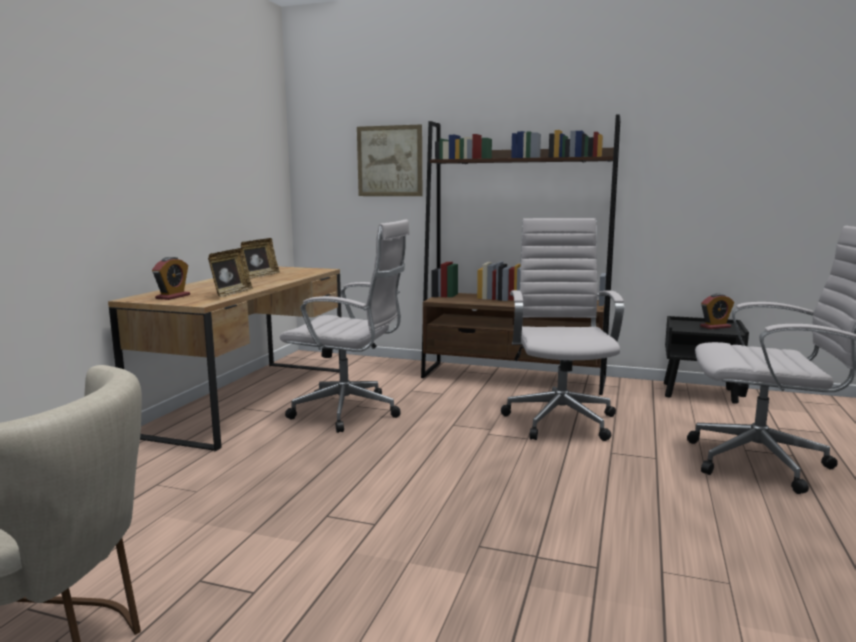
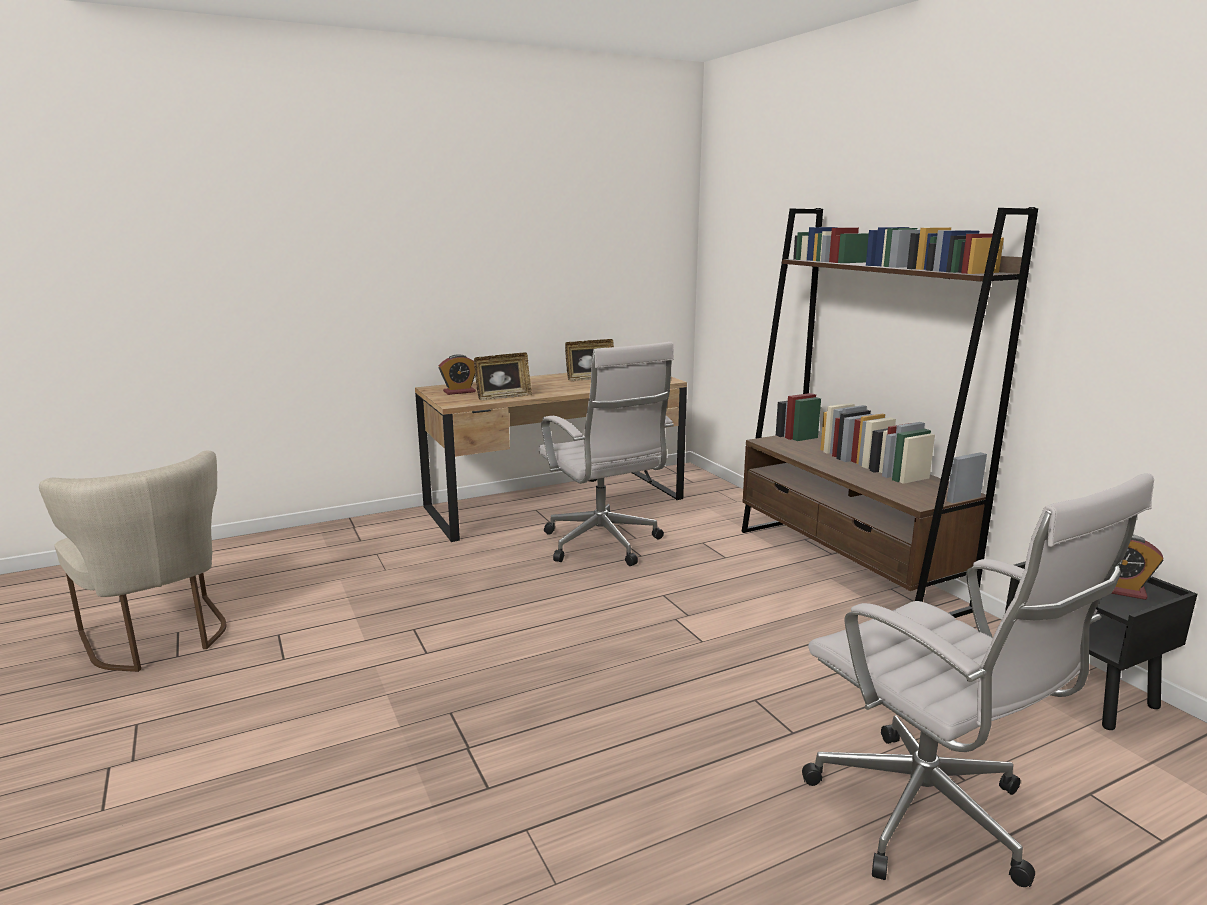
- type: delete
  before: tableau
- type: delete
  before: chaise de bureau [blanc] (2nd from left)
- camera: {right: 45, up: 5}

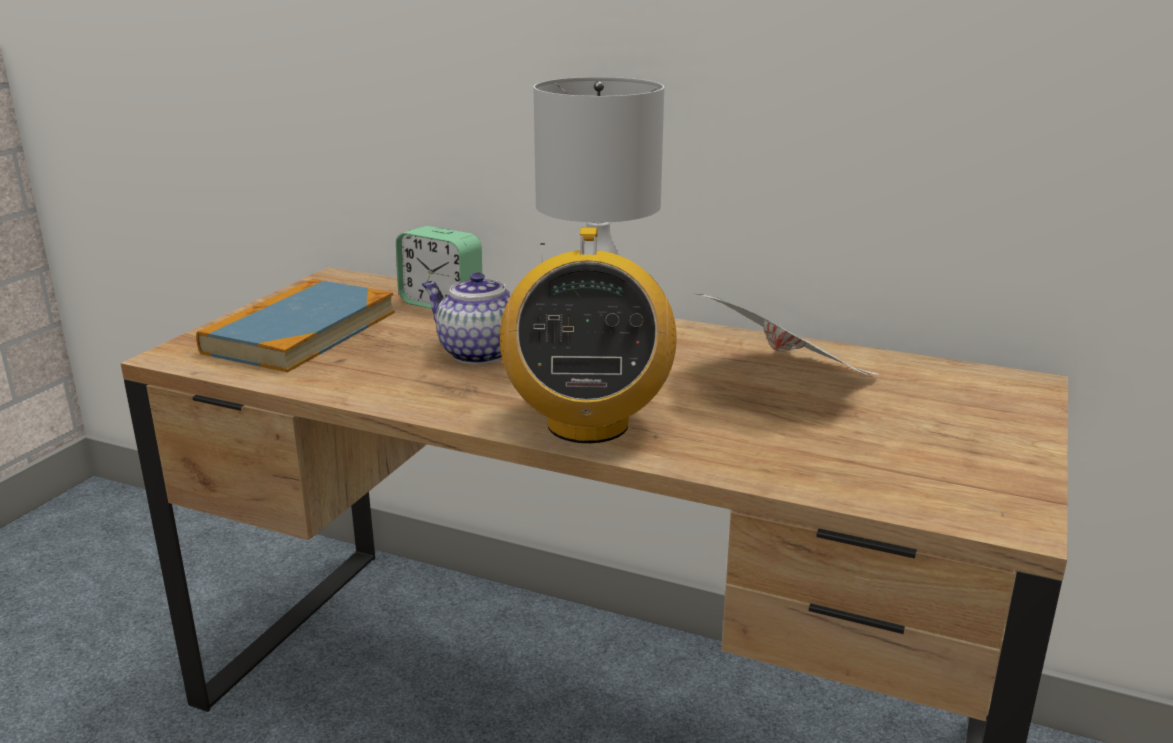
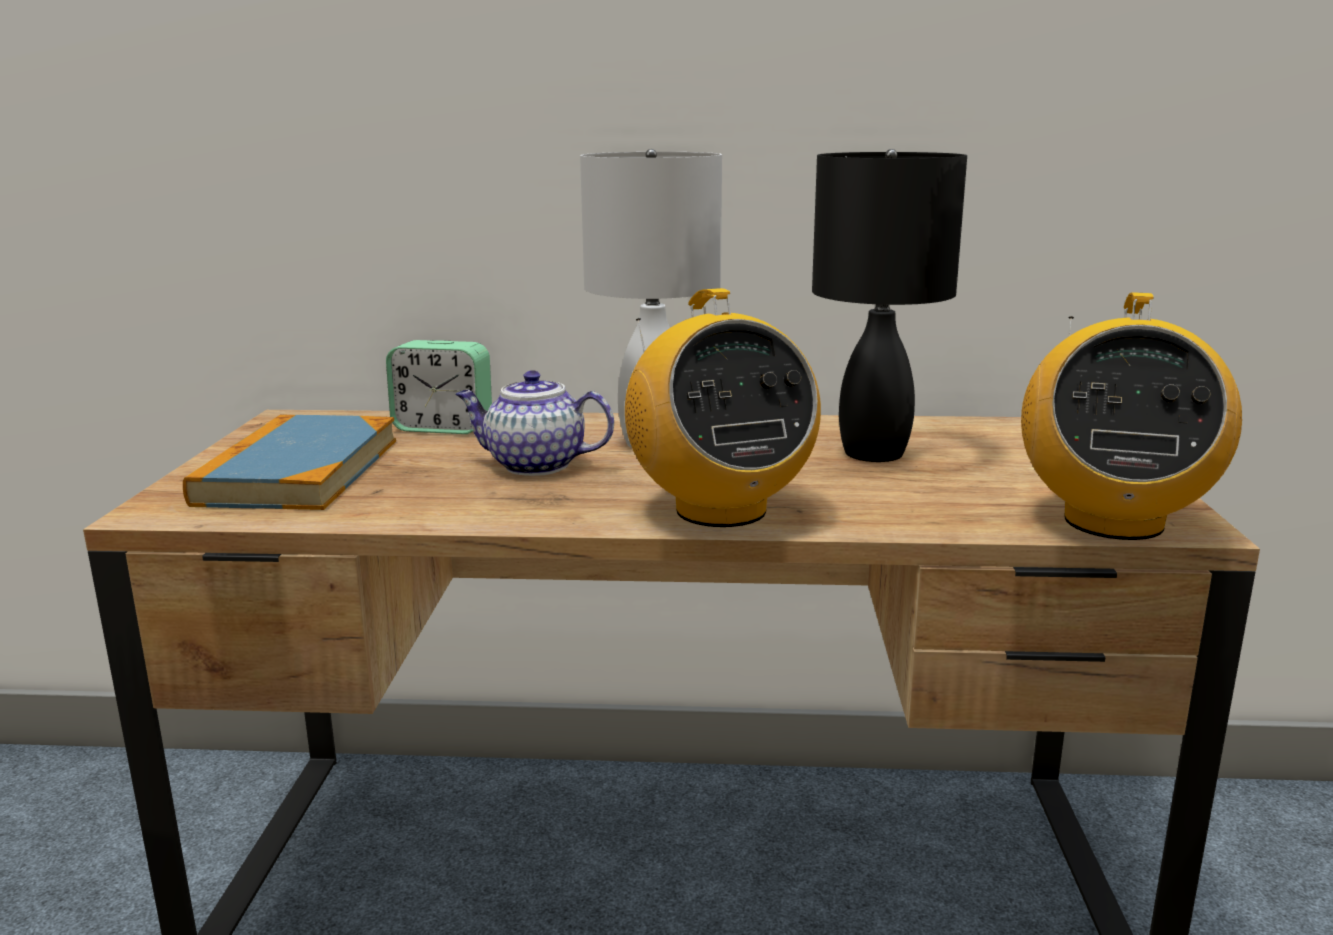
- type: replace
  before: journal
  after: lampe de table [noir]
- type: insert
  after: radio (2nd from left)
- camera: {right: -20, up: -5}

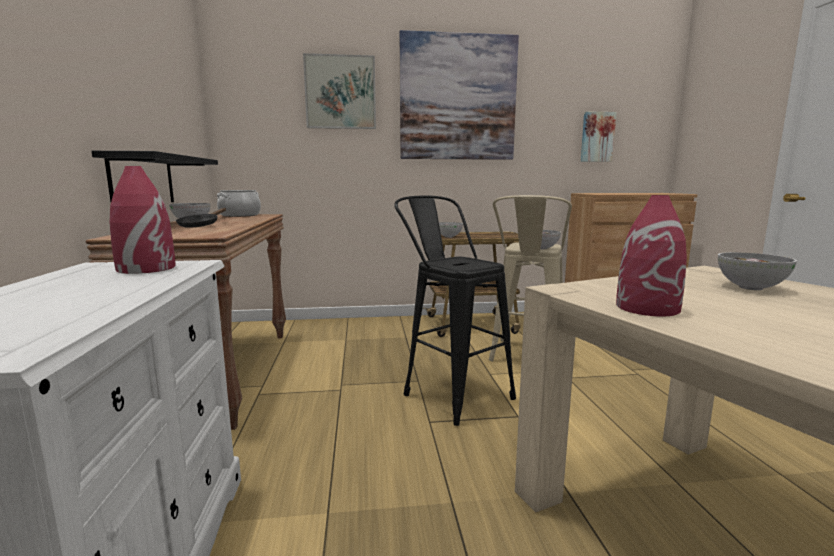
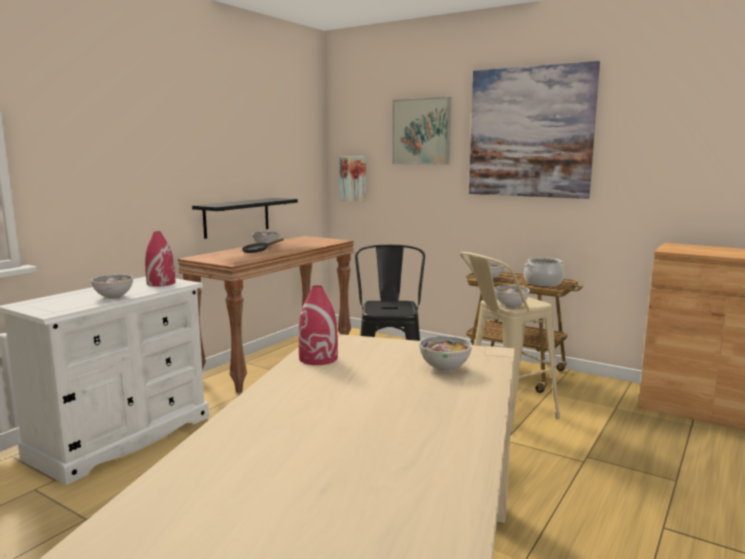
- type: move
  before: tableau (3rd from left in the first image)
  after: tableau (1st from left)
- type: move
  before: marmite
- type: insert
  after: bol (1st from left)
- camera: {right: 40, up: 0}

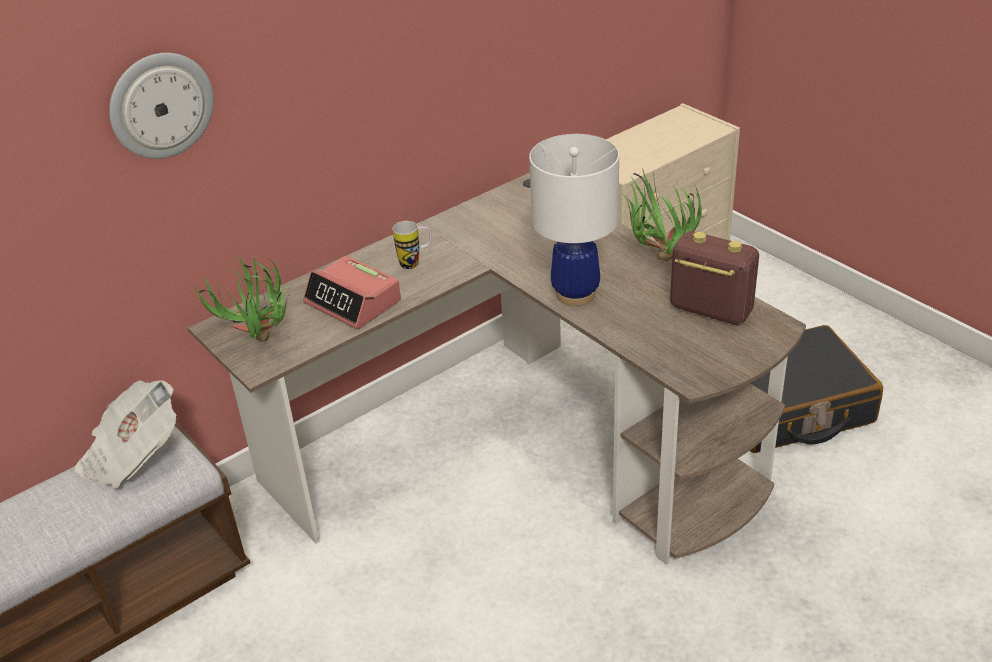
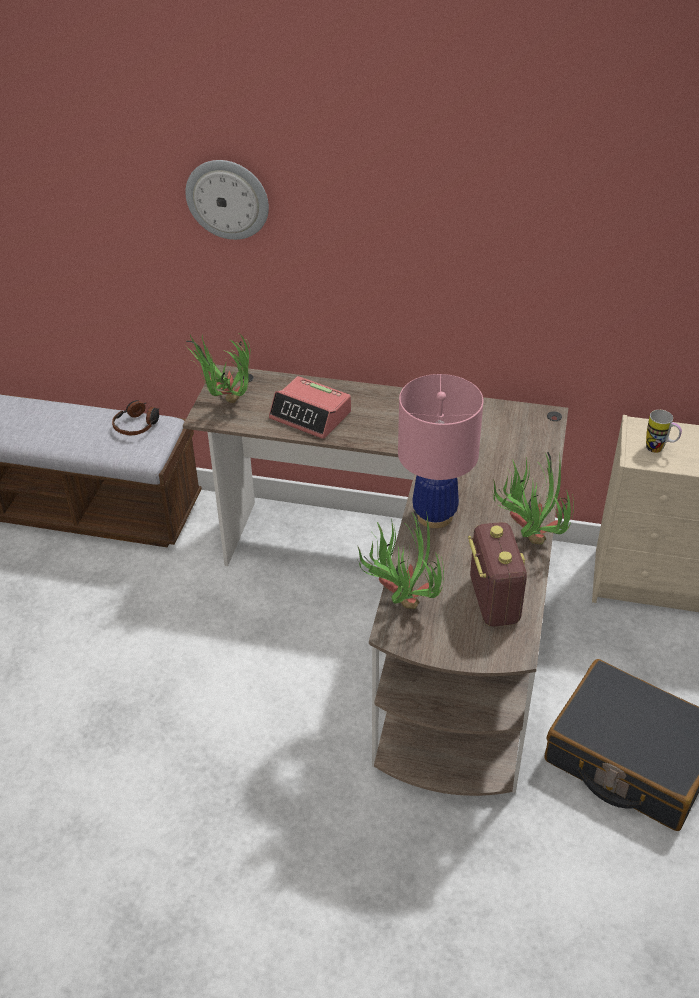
- type: recolor
  before: lampe de table [blanc]
  after: lampe de table [rose]
- type: move
  before: mug
- type: rotate
  before: réveil
  turn: -60
- type: replace
  before: journal
  after: casque audio
- type: insert
  after: plante en pot (2nd from left)
- camera: {right: 50, up: 5}

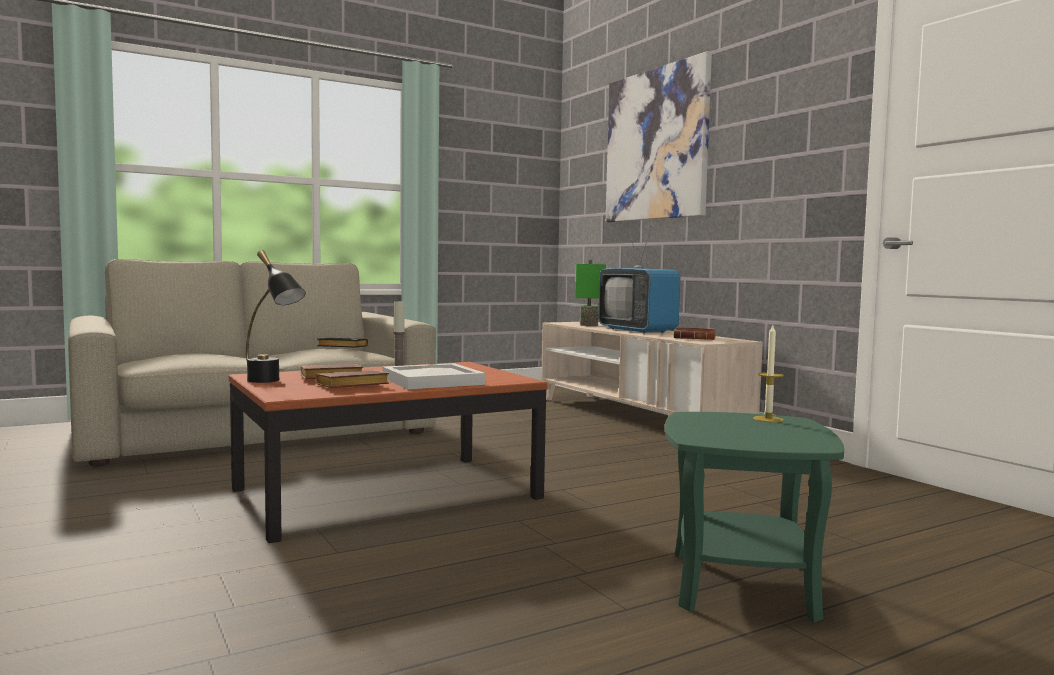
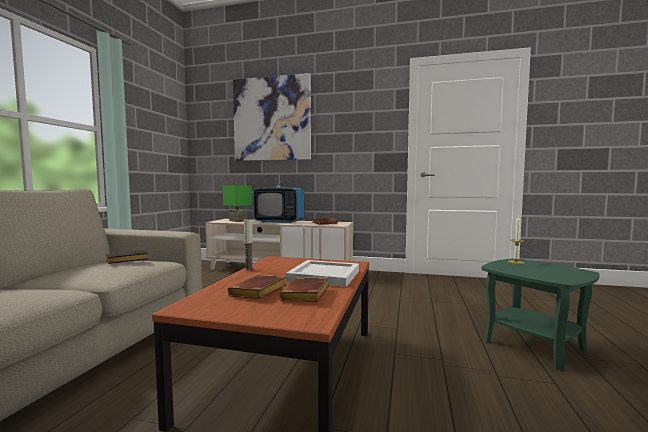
- type: delete
  before: lampe de table [noir]
- camera: {right: -45, up: 0}

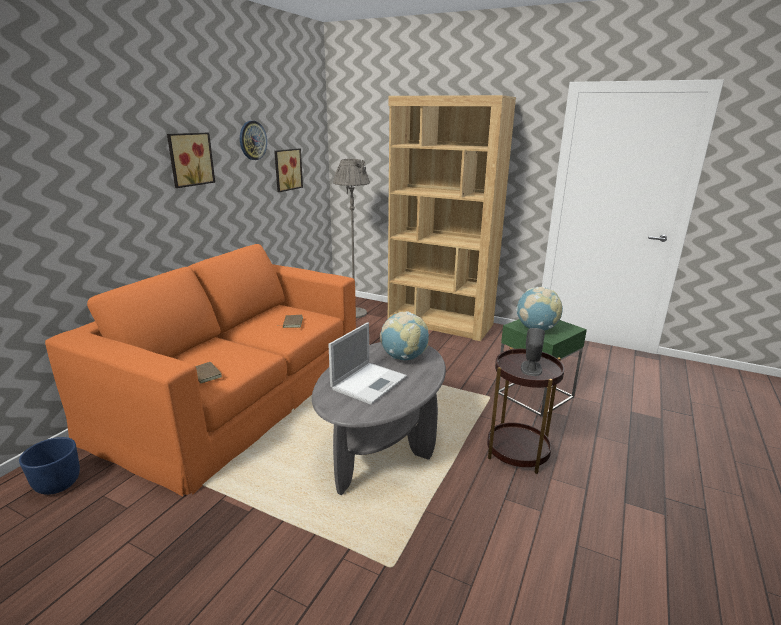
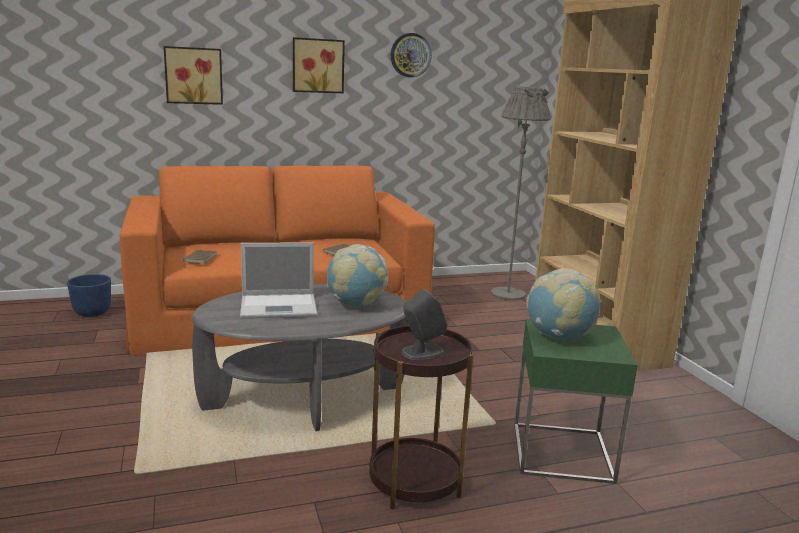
- type: move
  before: tableau (2nd from left in the first image)
  after: tableau (1st from left)
- camera: {right: 45, up: -5}

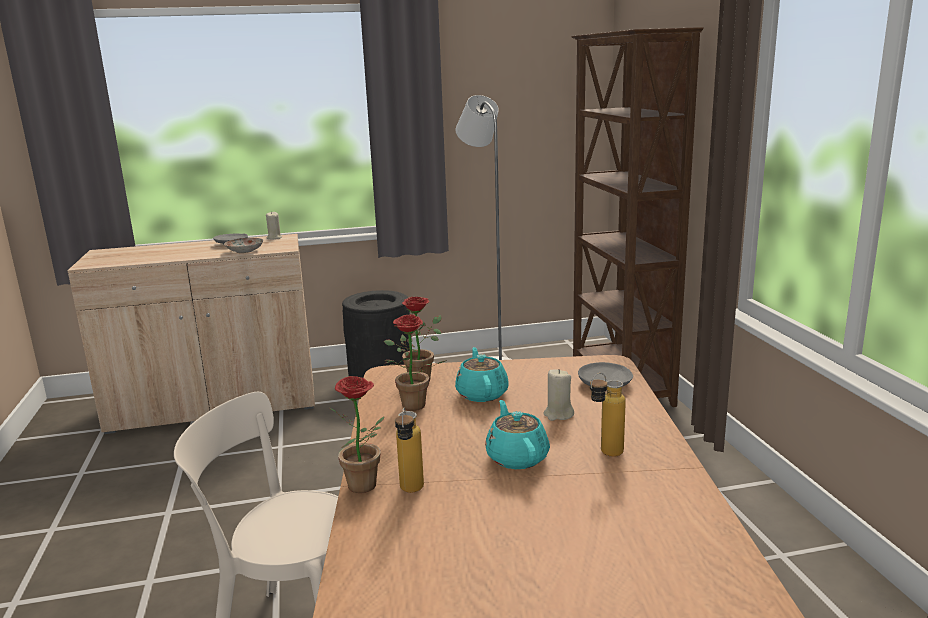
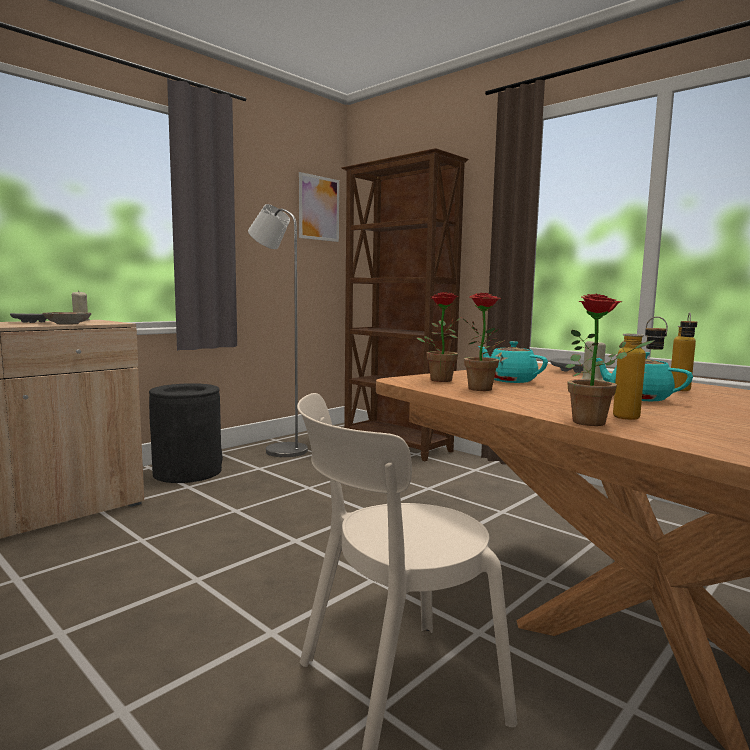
- type: insert
  after: tableau
- camera: {right: -35, up: -10}

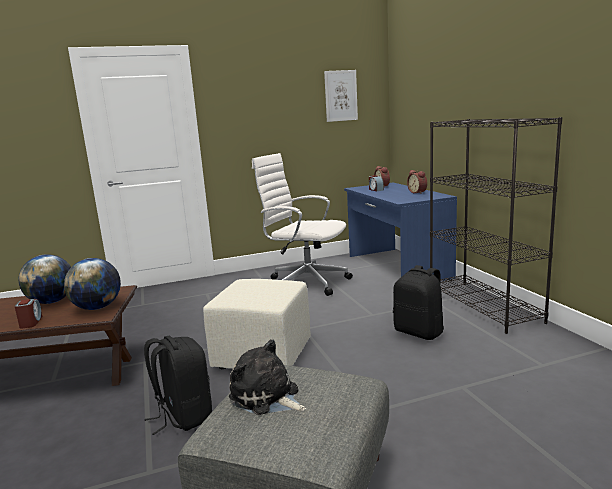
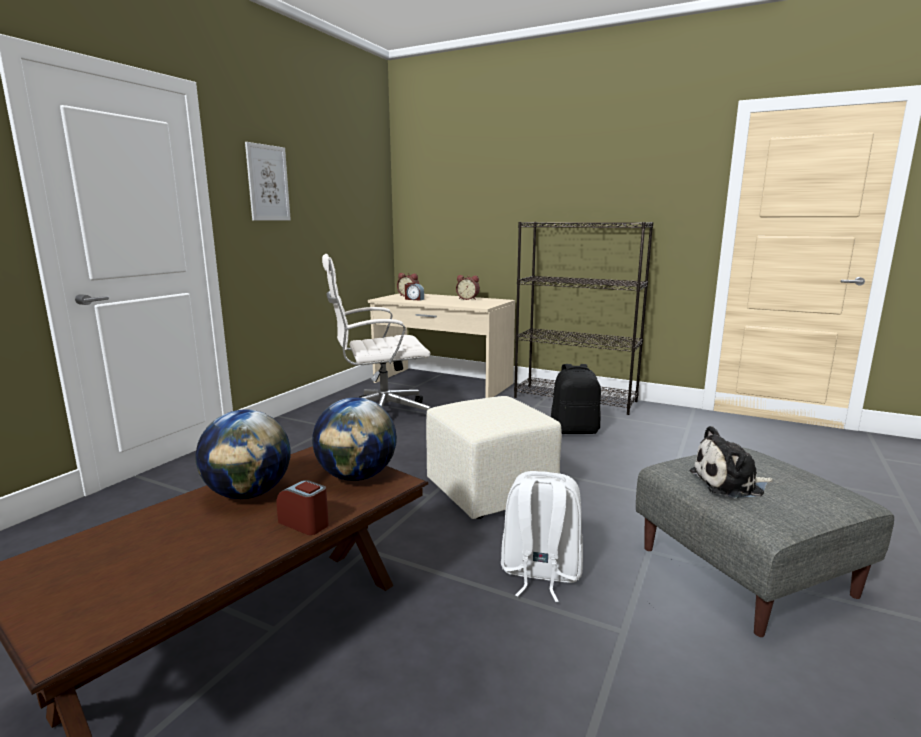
- type: move
  before: tableau
- type: recolor
  before: bureau [bleu]
  after: bureau [beige]
- type: recolor
  before: sac à dos [noir] (1st from left)
  after: sac à dos [blanc]
- camera: {right: -45, up: 0}

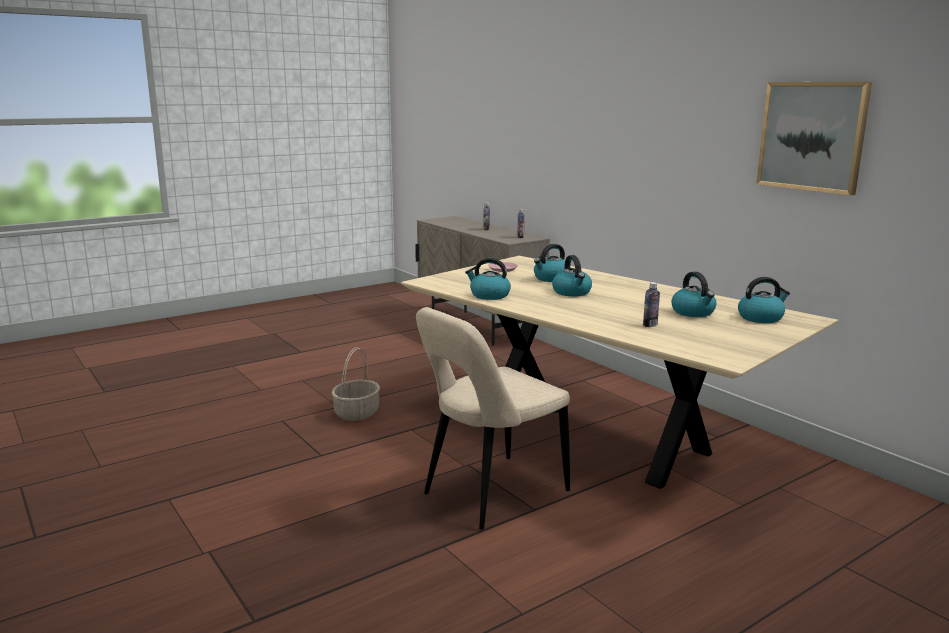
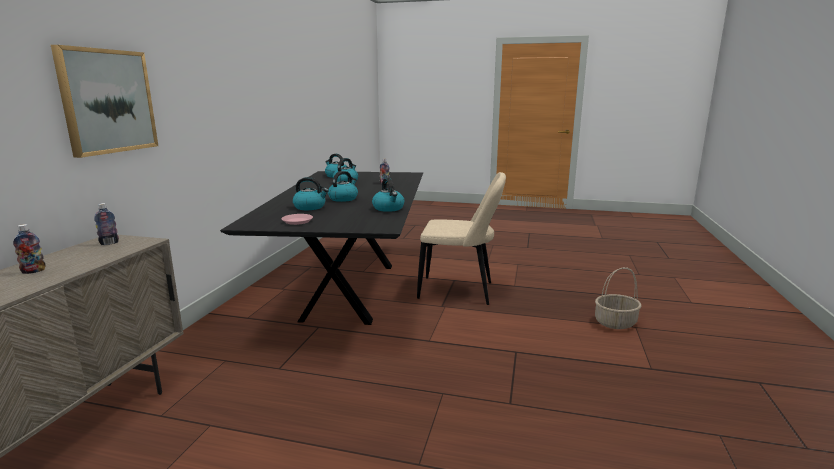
- type: move
  before: tableau
- type: recolor
  before: table à manger [beige]
  after: table à manger [noir]
- type: move
  before: panier
- camera: {right: -130, up: 0}

